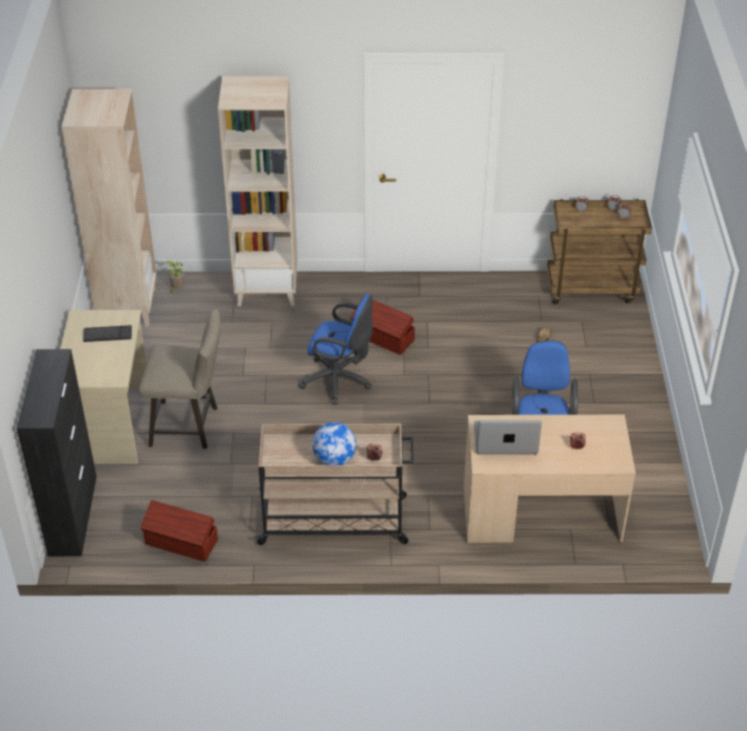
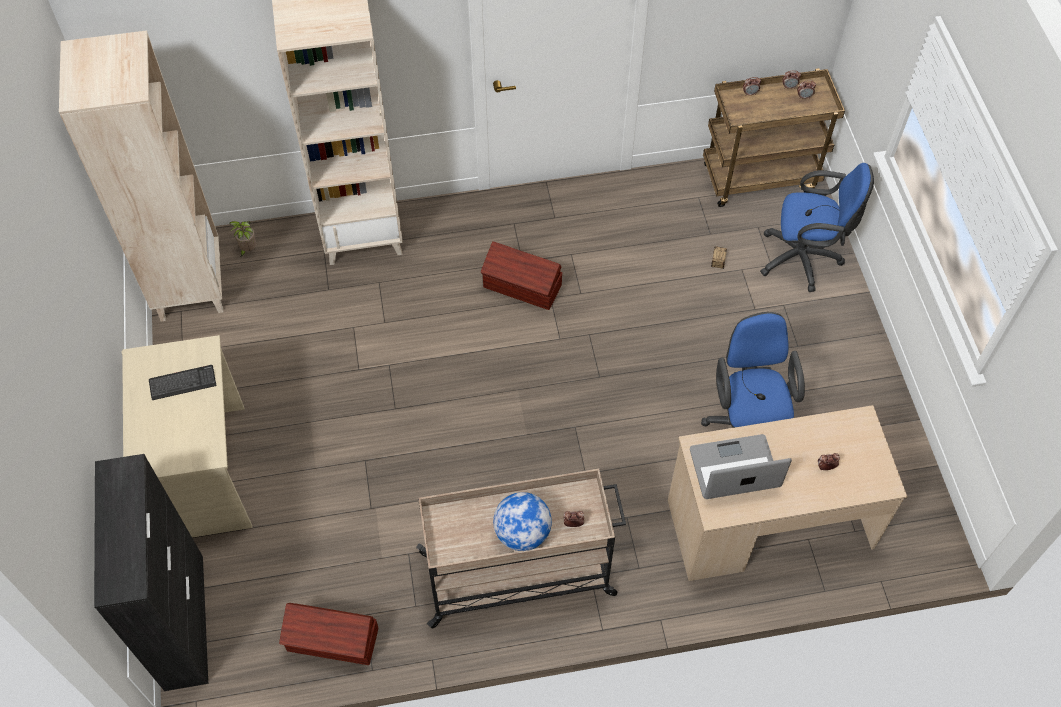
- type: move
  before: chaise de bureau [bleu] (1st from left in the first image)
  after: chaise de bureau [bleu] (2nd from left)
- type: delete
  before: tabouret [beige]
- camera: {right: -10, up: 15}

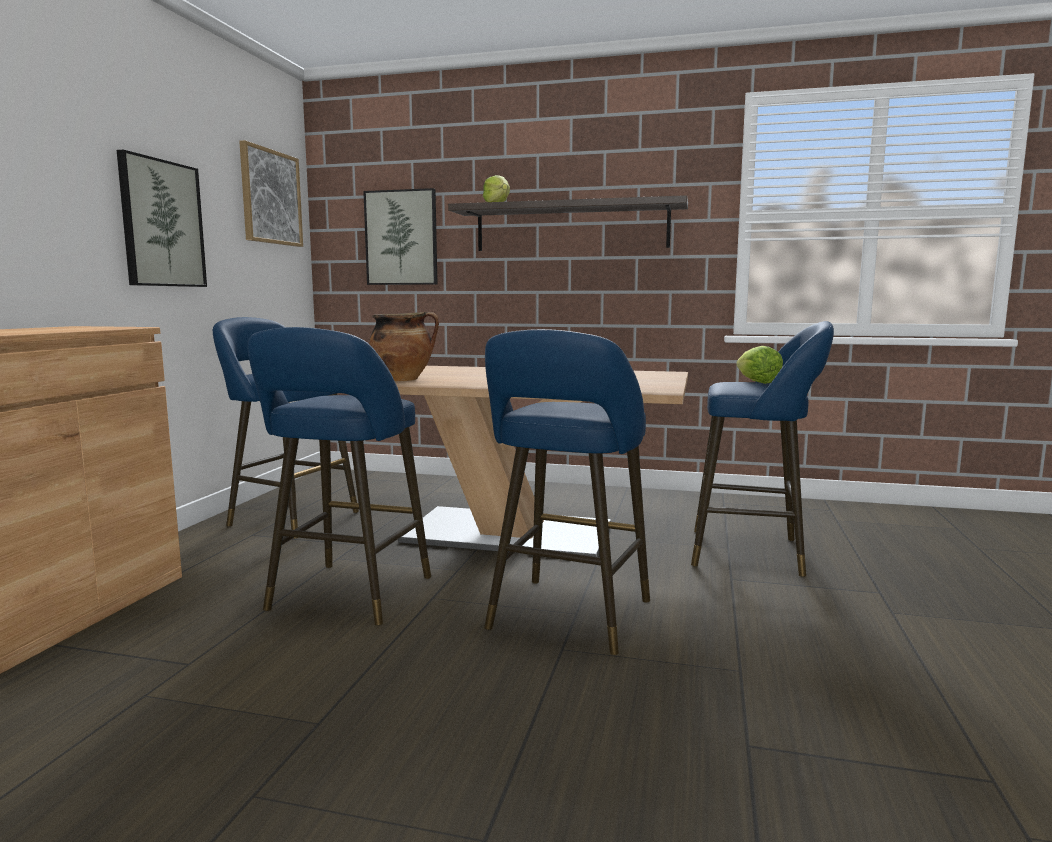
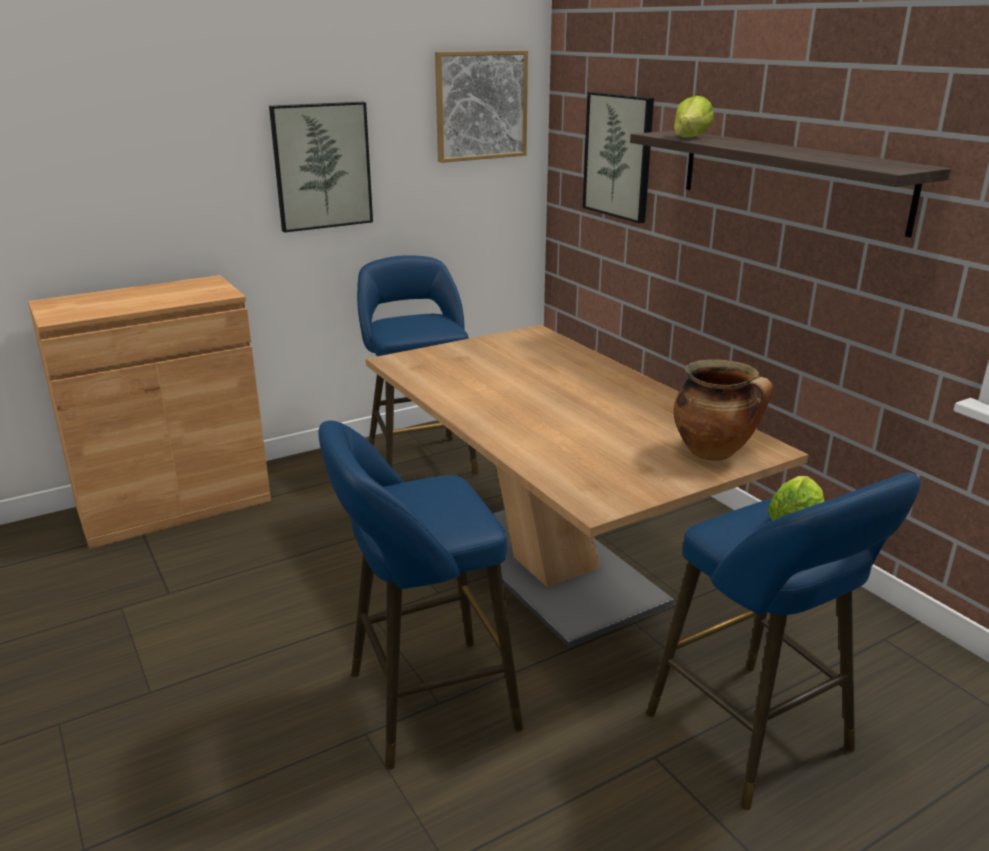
- type: move
  before: marmite
- type: delete
  before: tabouret [bleu] (2nd from left)
- camera: {right: 45, up: 15}

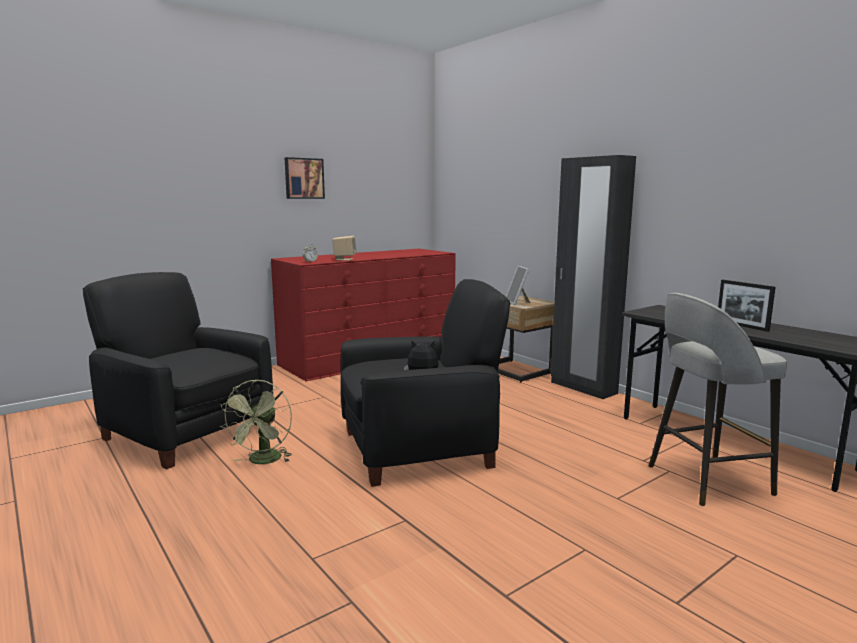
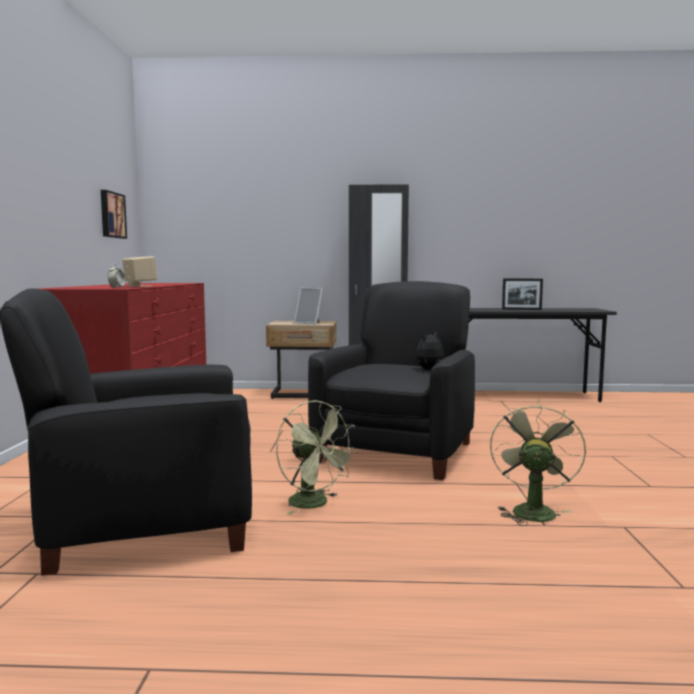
- type: move
  before: tableau
- type: delete
  before: tabouret [gris]
- type: insert
  after: ventilateur [vert] (2nd from left)
- camera: {right: -50, up: -5}

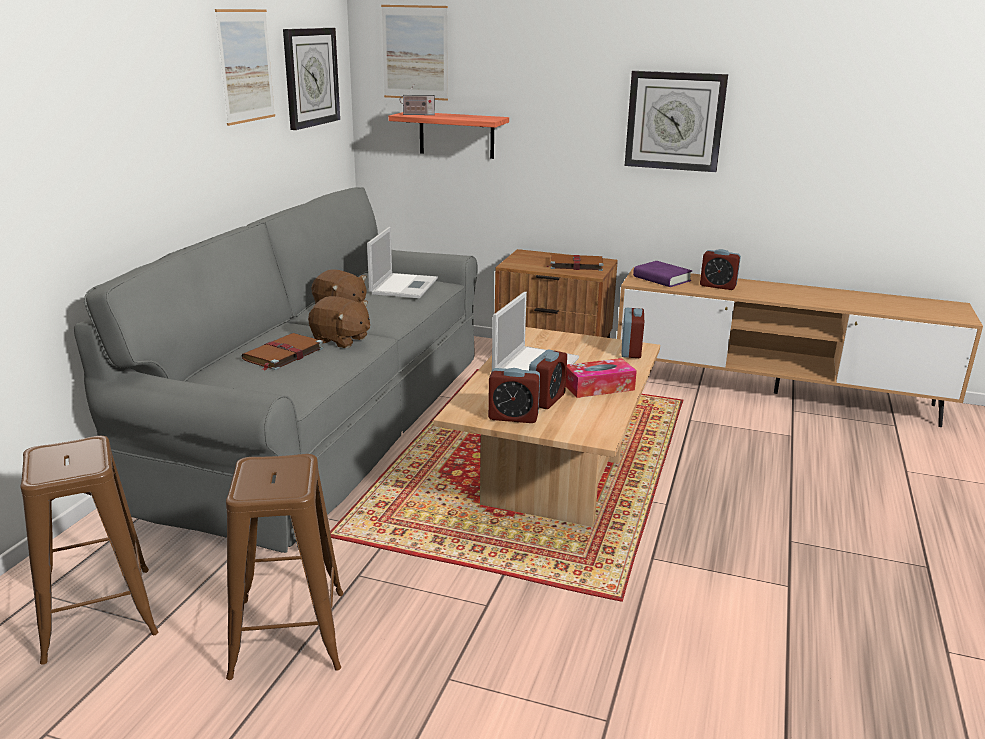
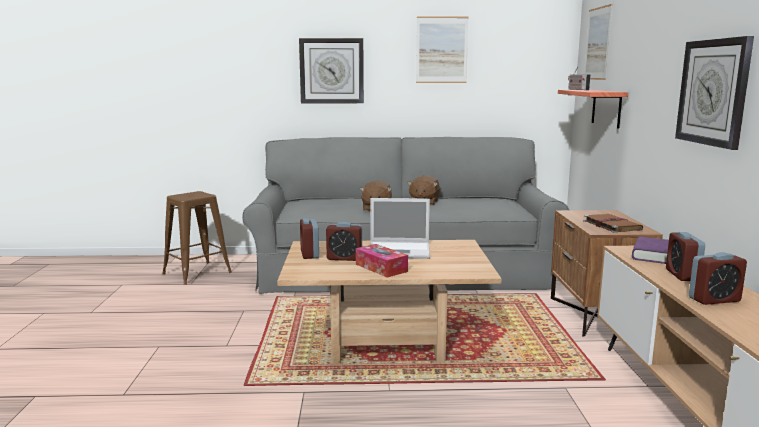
- type: move
  before: horloge murale (1st from left)
- type: delete
  before: ordinateur portable (1st from left)
- type: move
  before: réveil (3rd from left in the first image)
  after: réveil (4th from left)
- type: delete
  before: livre [marron] (1st from left)
- type: delete
  before: tabouret [marron] (2nd from left)
- camera: {right: 70, up: -10}

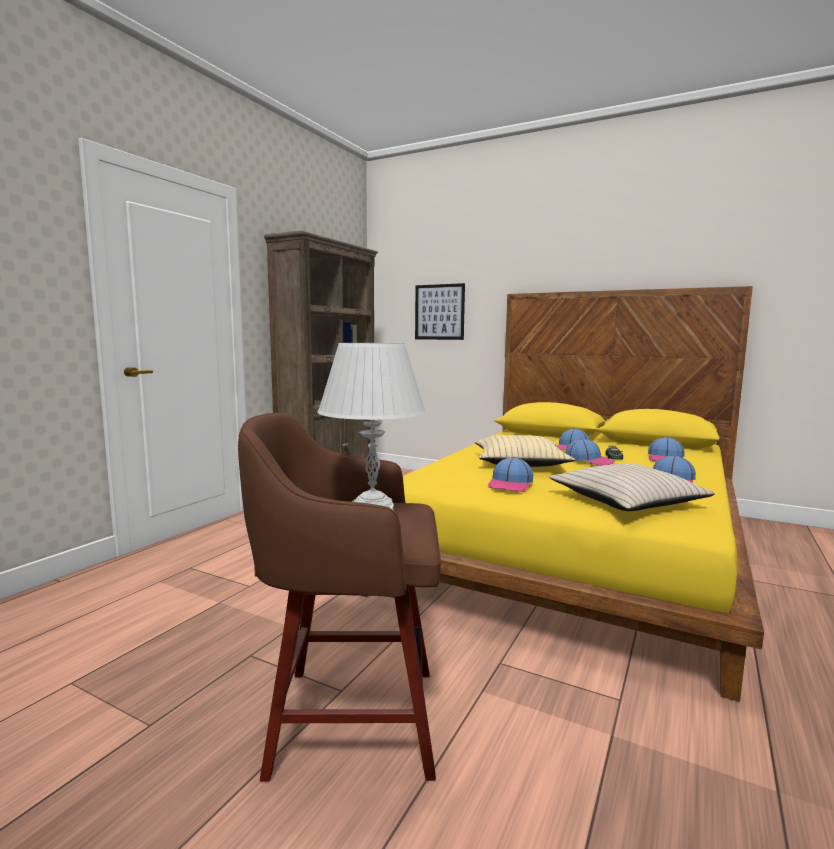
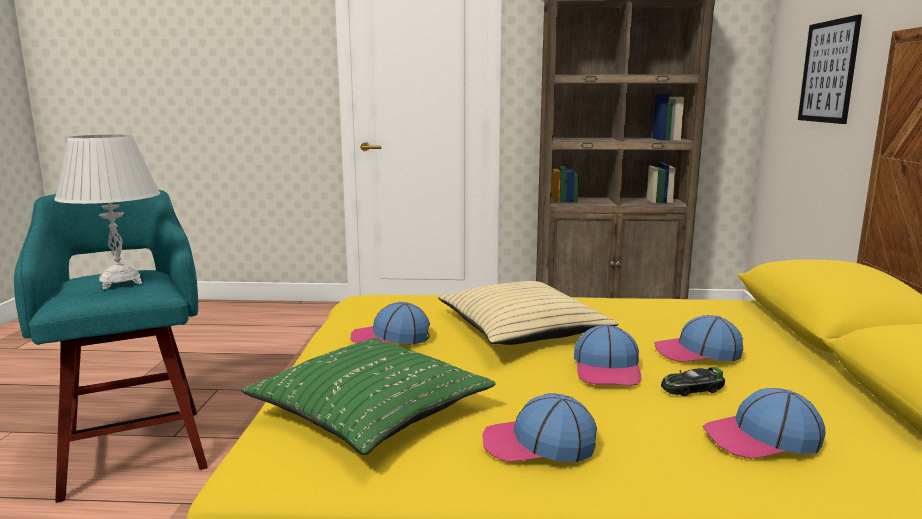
- type: recolor
  before: tabouret [marron]
  after: tabouret [turquoise]
- type: recolor
  before: coussin [beige] (2nd from left)
  after: coussin [vert]
- camera: {right: 65, up: 5}

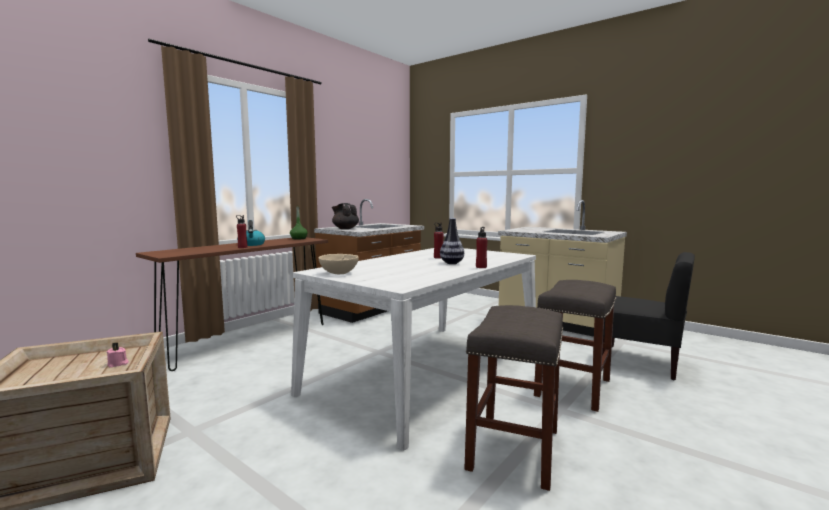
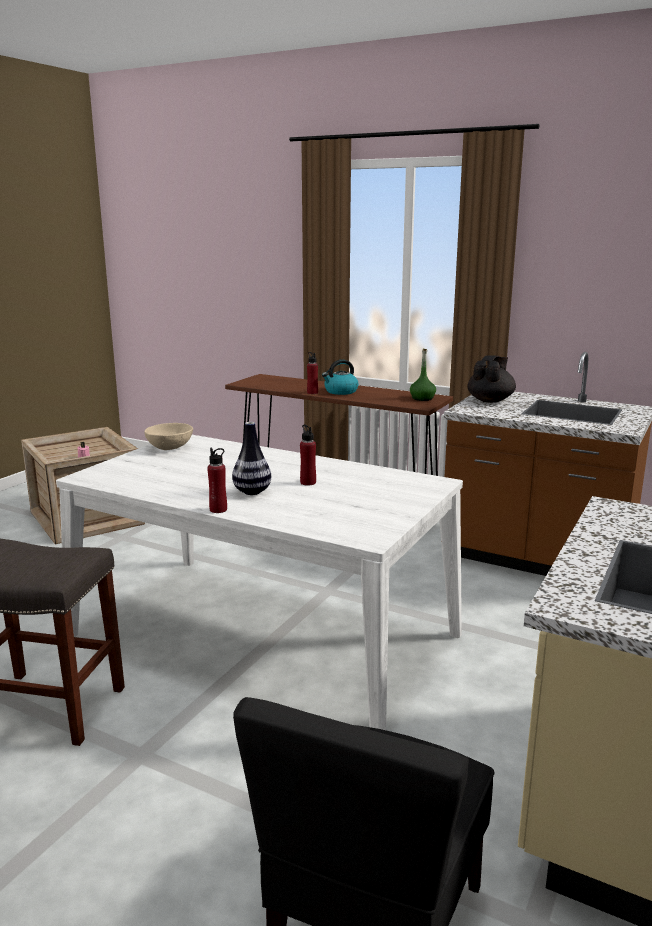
- type: delete
  before: tabouret [gris] (2nd from left)
- camera: {right: 80, up: 10}

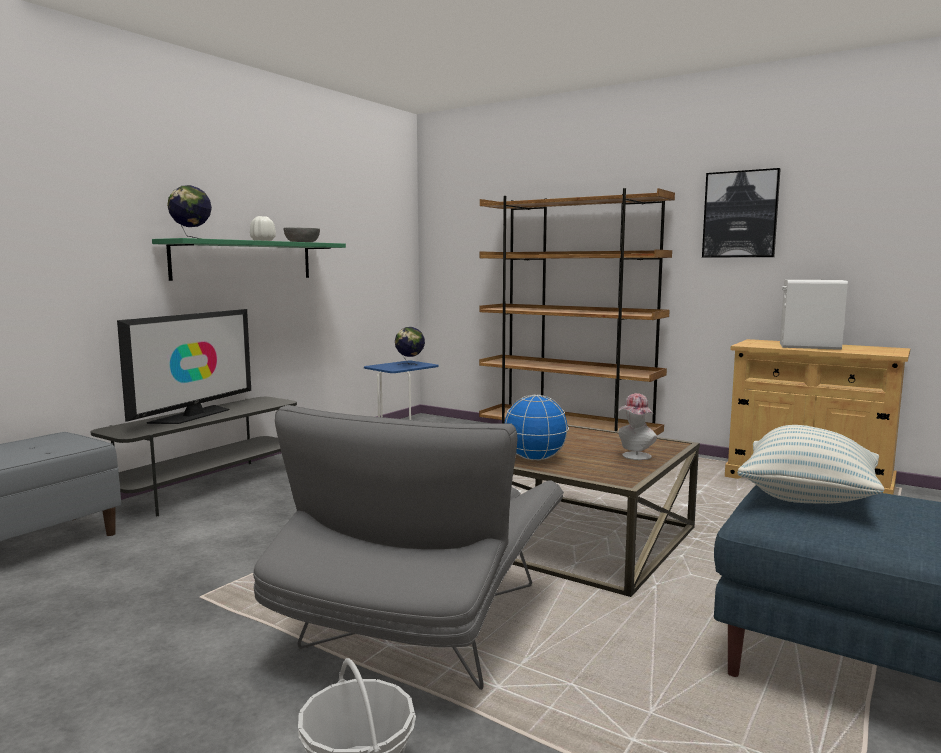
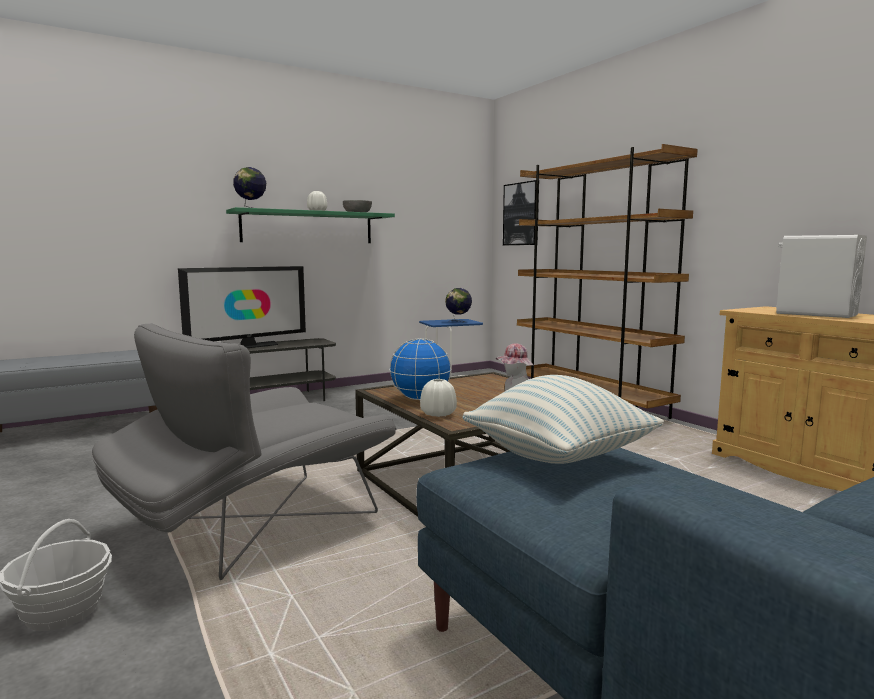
- type: move
  before: tableau
- type: insert
  after: vase [blanc] (2nd from left)
- camera: {right: 25, up: 0}

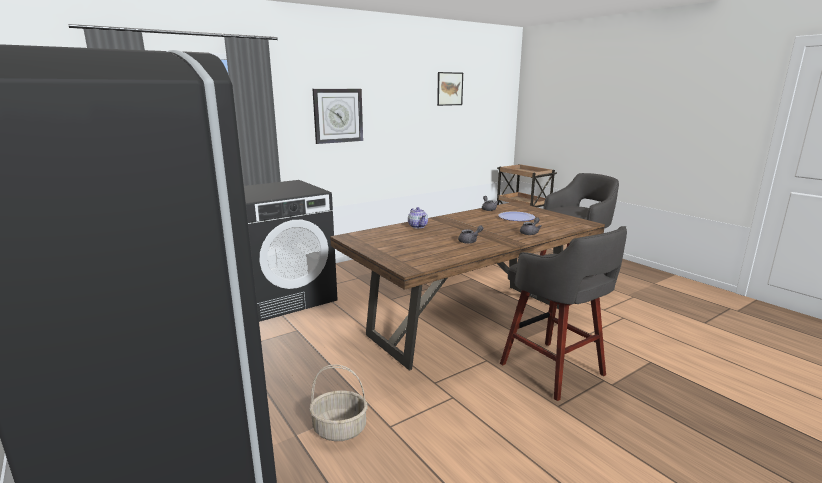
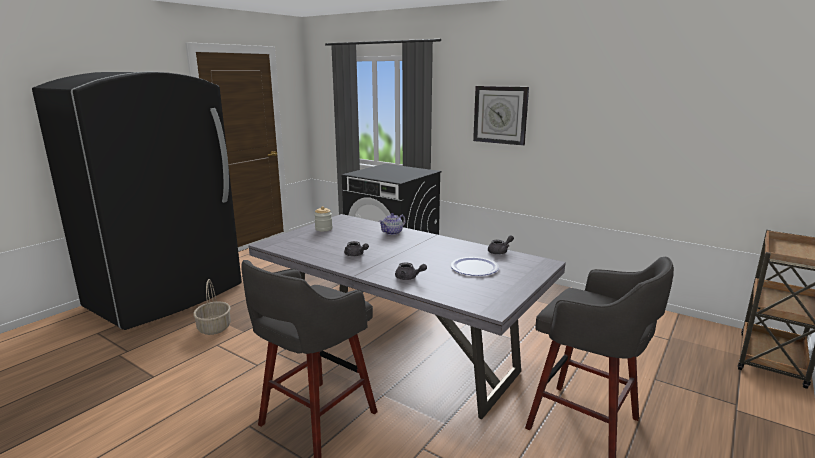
- type: delete
  before: tableau
- type: recolor
  before: table à manger [marron]
  after: table à manger [gris]
- type: insert
  after: bocal
- camera: {right: 70, up: 0}

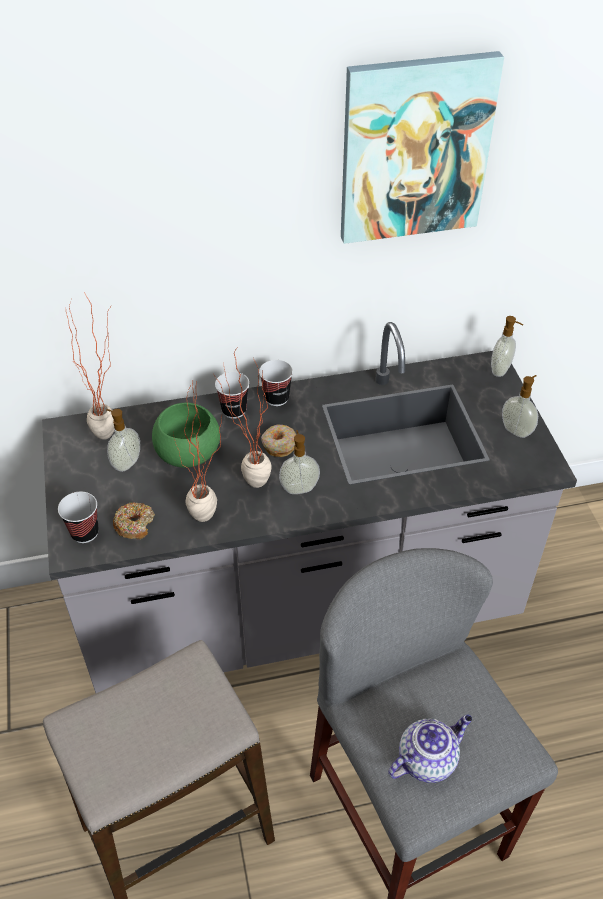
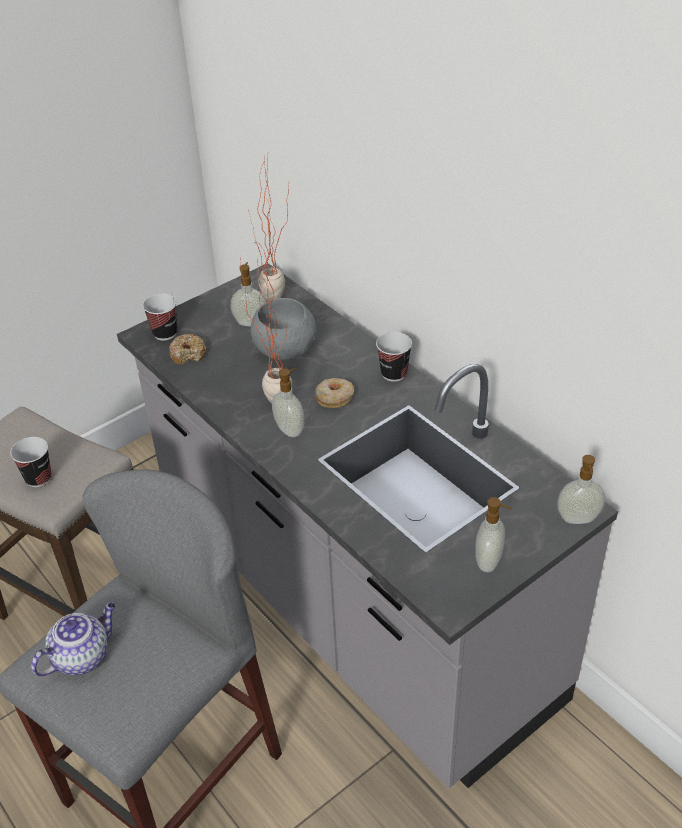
- type: delete
  before: tableau
- type: move
  before: tasse (2nd from left in the first image)
  after: tasse (1st from left)
- type: delete
  before: plante en pot (2nd from left)
- type: recolor
  before: bol [vert]
  after: bol [gris]
- type: rotate
  before: théière
  turn: -75
- camera: {right: 65, up: -5}

